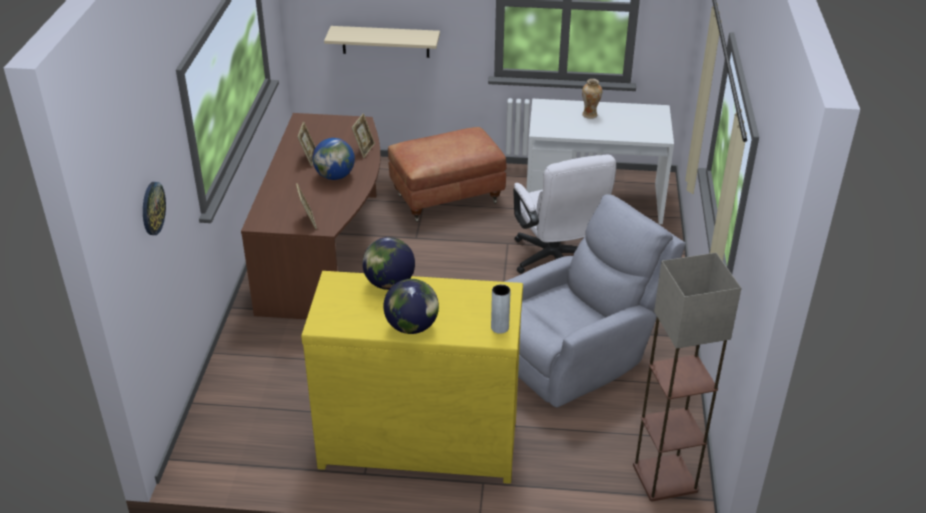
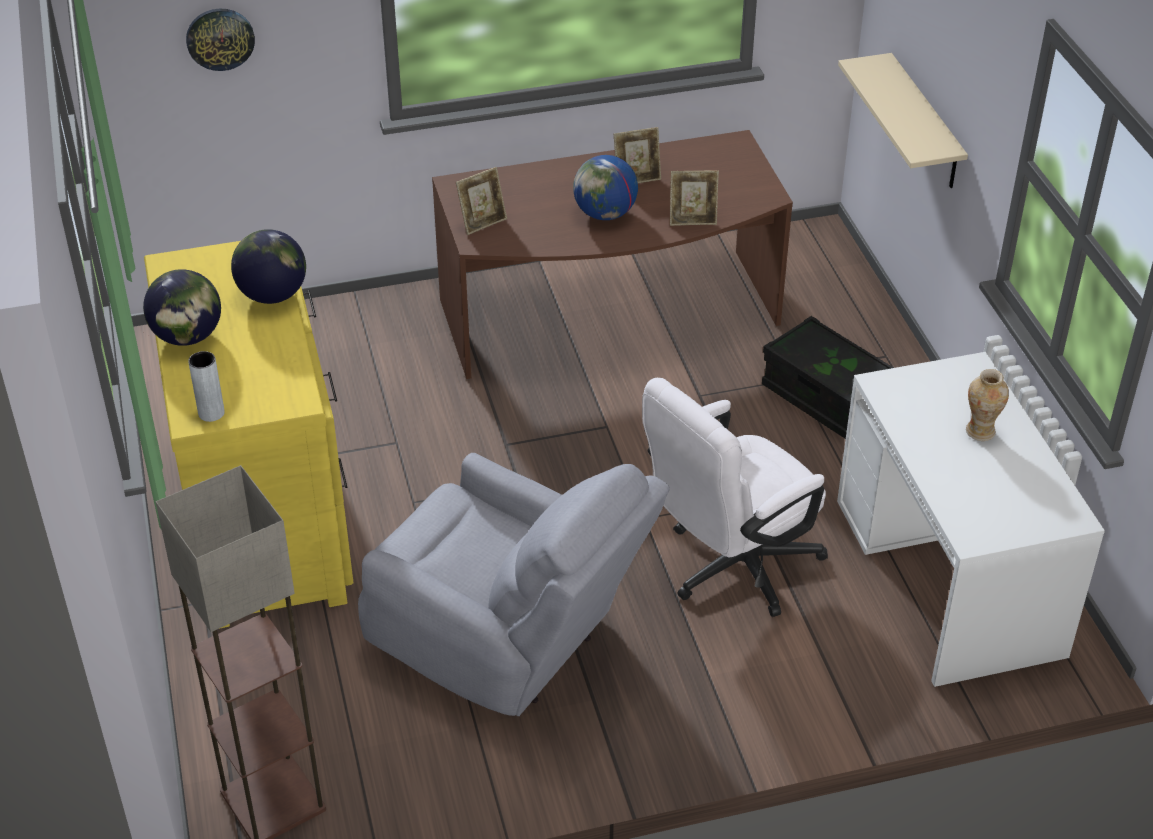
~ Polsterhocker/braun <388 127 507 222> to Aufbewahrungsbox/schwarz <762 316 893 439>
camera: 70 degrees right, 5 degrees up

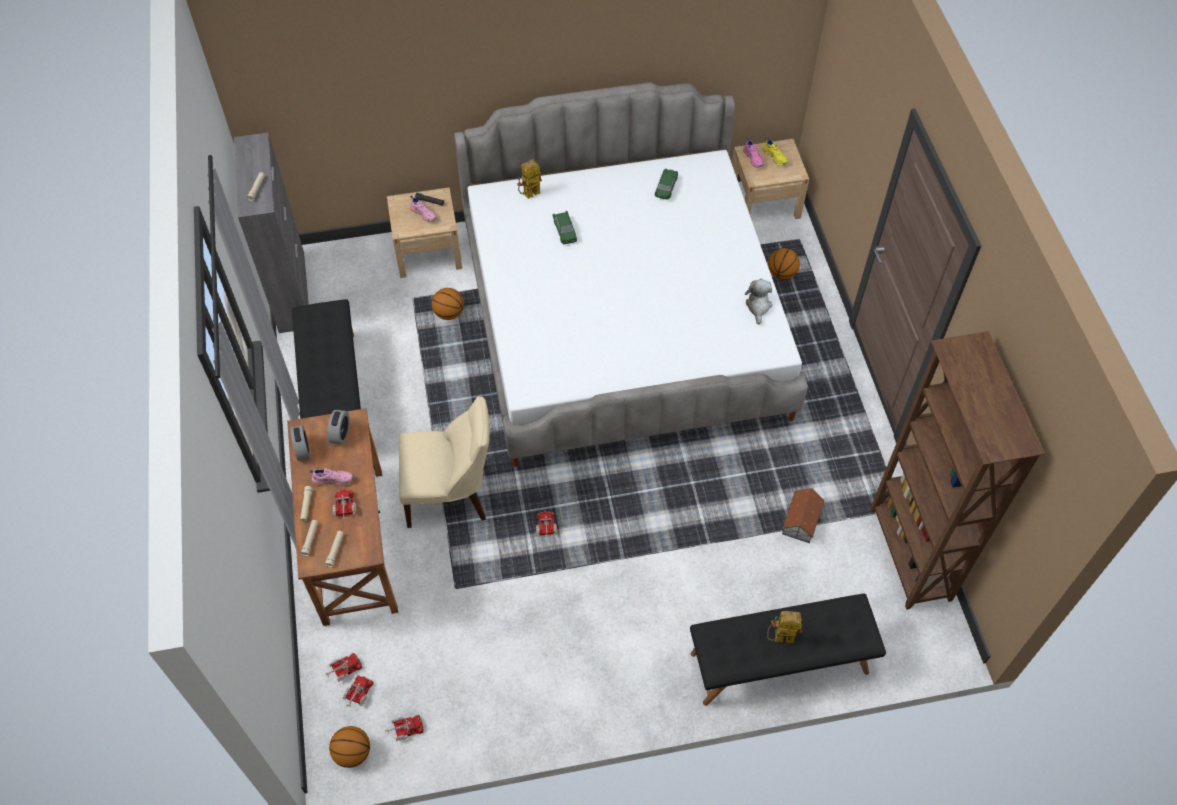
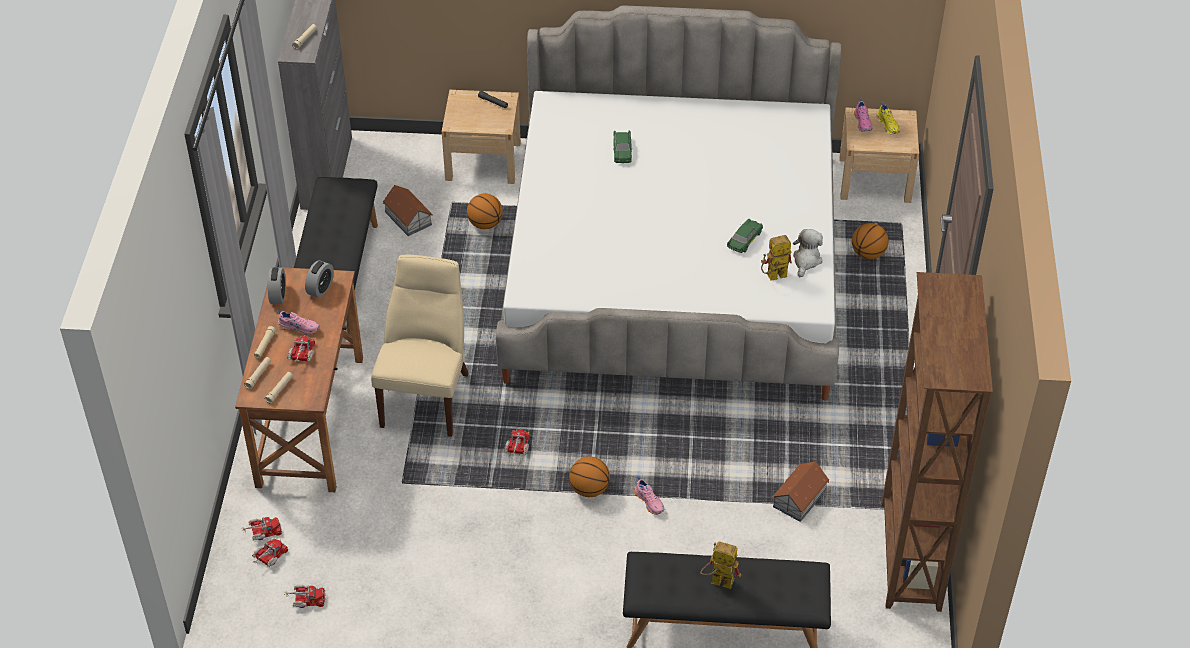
~ Spielzeugroboter <517 159 542 199> to <761 235 792 281>
~ Spielzeugauto/grün <655 169 678 199> to <727 219 763 253>
~ Schuh/rosa <410 196 437 222> to <634 476 664 515>
~ Stuhl/beige <399 396 490 528> = <371 255 469 437> 90 degrees counterclockwise
~ Basketball <329 726 370 768> to <569 457 610 497>
+ Spielzeughaus <382 185 433 236>
camera: 15 degrees right, 10 degrees down

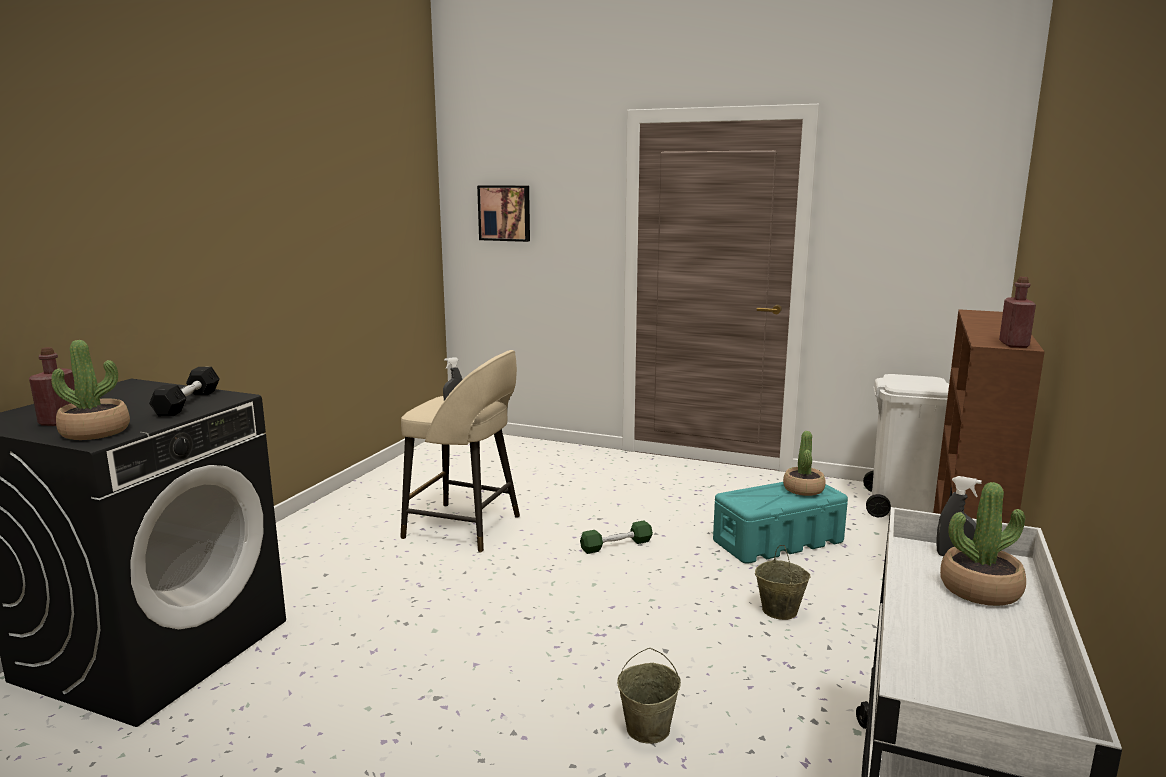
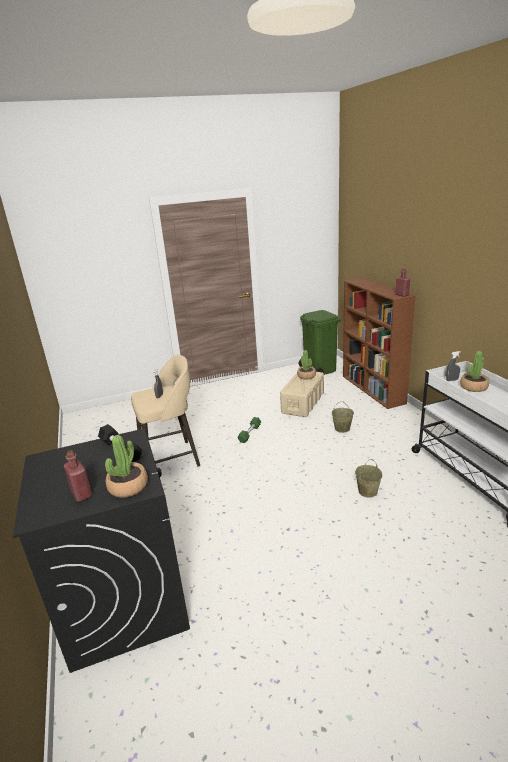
- Bild <477 185 530 242>
~ Mülleimer/weiß <863 374 949 517> to Mülleimer/grün <298 310 340 375>
~ Aufbewahrungsbox/türkis <713 482 848 564> to Aufbewahrungsbox/beige <280 372 324 417>
camera: 40 degrees left, 10 degrees up

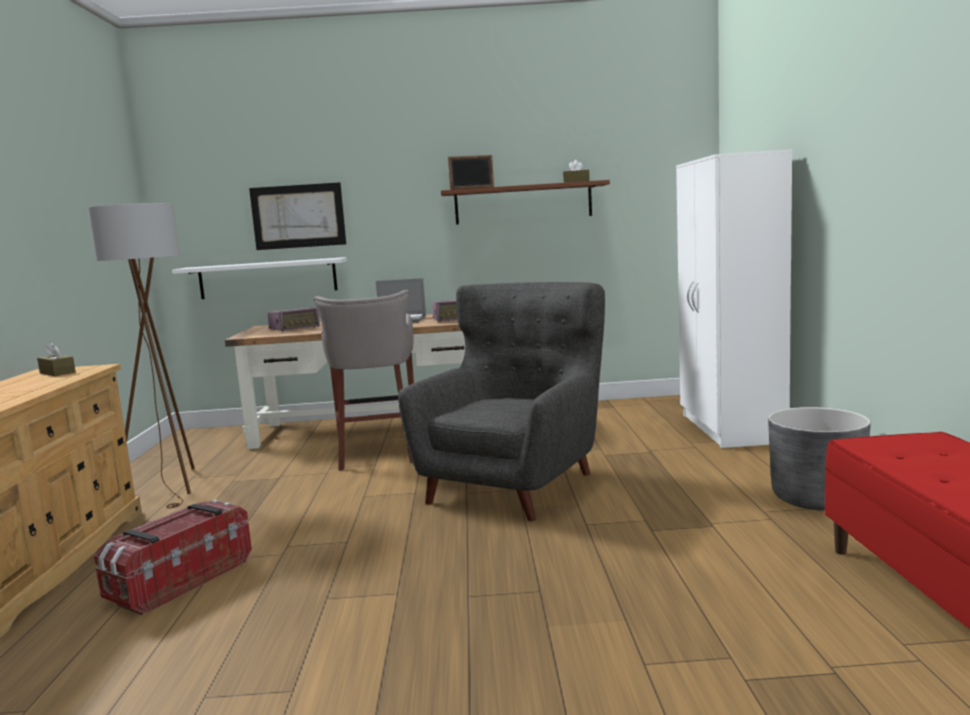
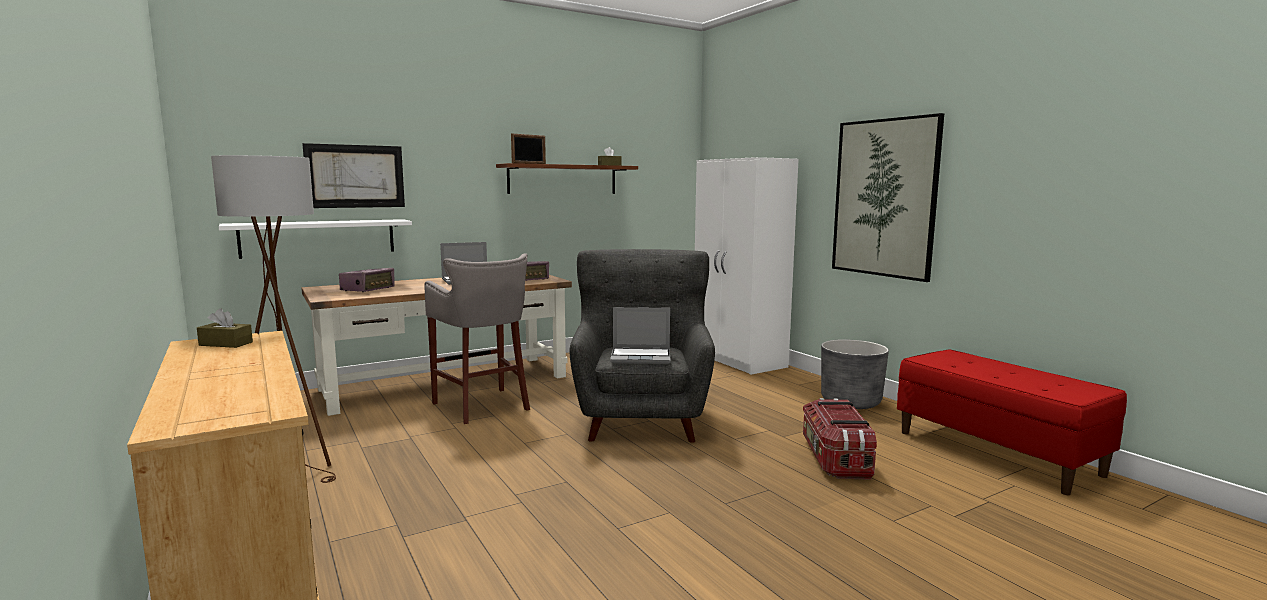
~ Aufbewahrungsbox <94 500 252 615> to <803 398 877 480>
+ Bild <832 113 944 282>
+ Laptop <610 307 671 364>
camera: 30 degrees left, 0 degrees up

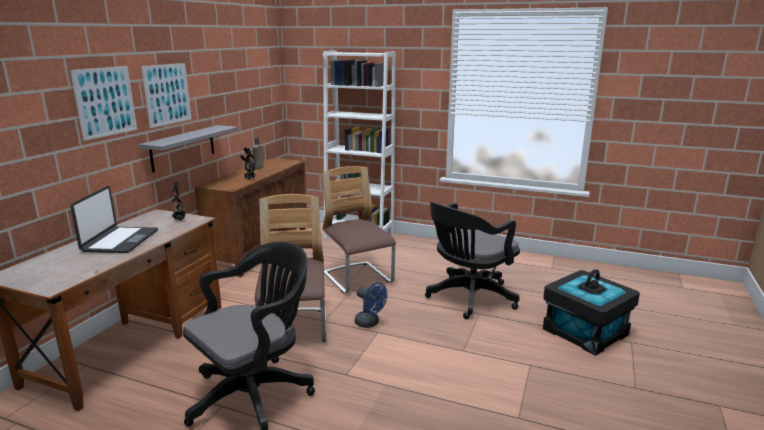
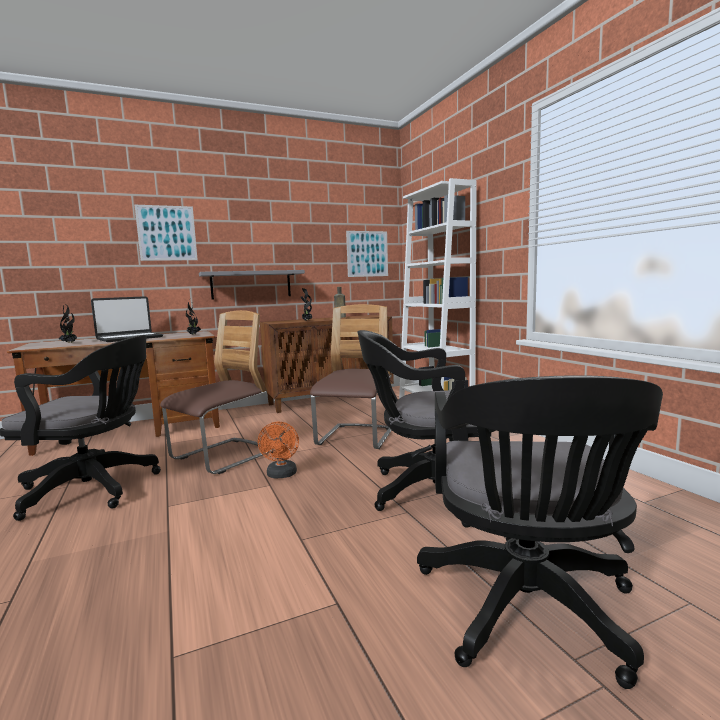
~ Bild <141 63 192 128> to <346 231 388 277>
~ Aufbewahrungsbox/schwarz <543 269 640 356> to Bürostuhl/schwarz <417 375 663 689>
~ Ventilator/blau <355 283 387 328> to Ventilator/orange <258 422 299 478>
+ Topfpflanze <59 303 77 343>
camera: 45 degrees right, 10 degrees down

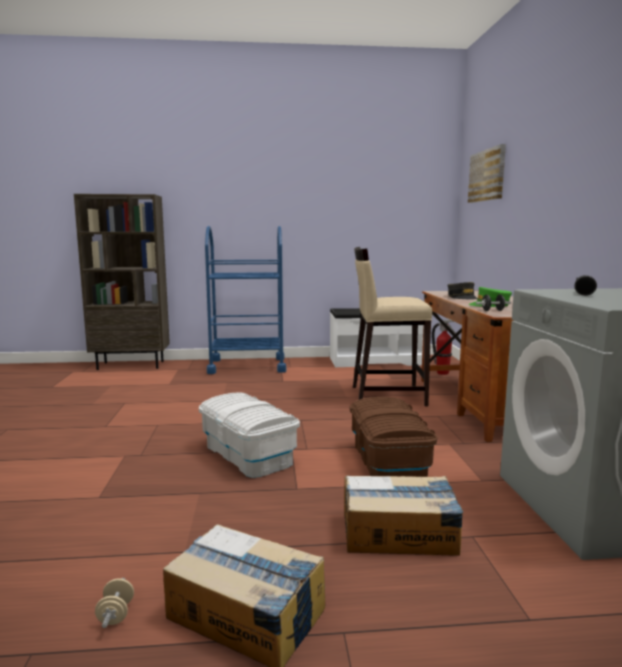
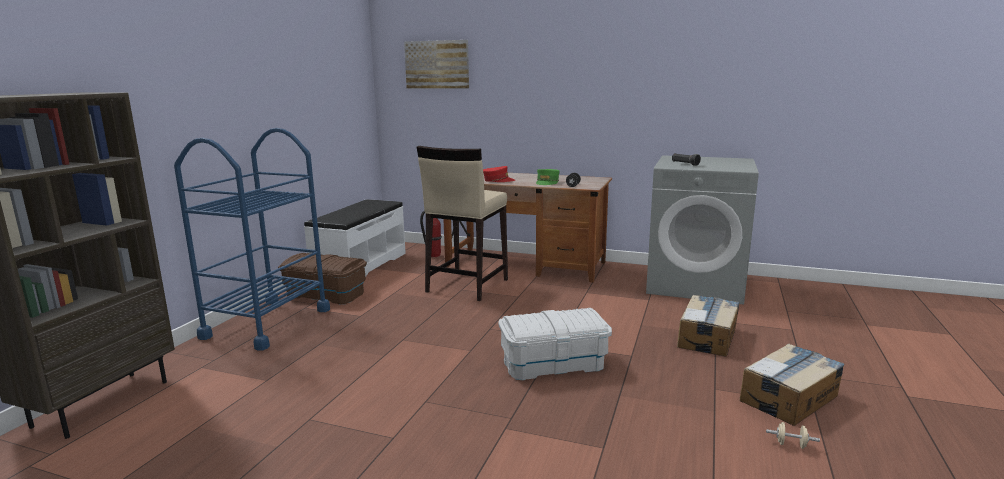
~ Kappe/grau <447 282 478 299> to Kappe/rot <483 166 515 182>
~ Aufbewahrungsbox/braun <349 397 438 477> to <278 253 367 304>
camera: 65 degrees left, 5 degrees up

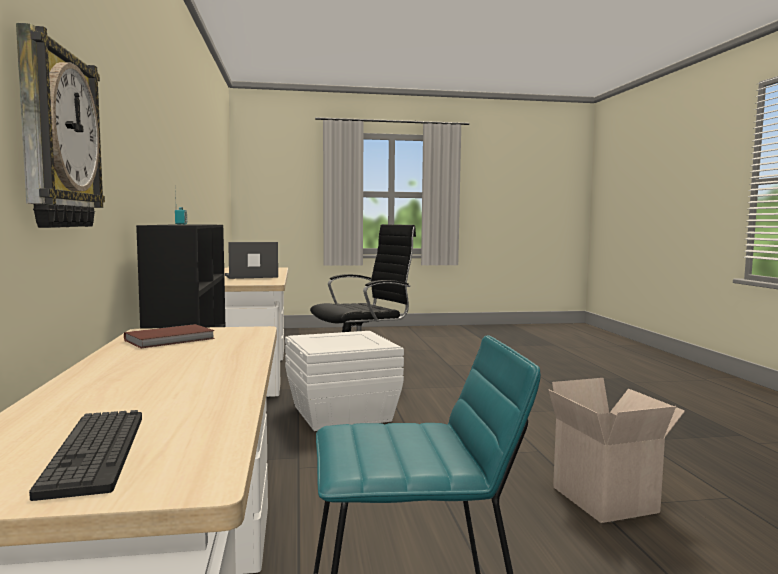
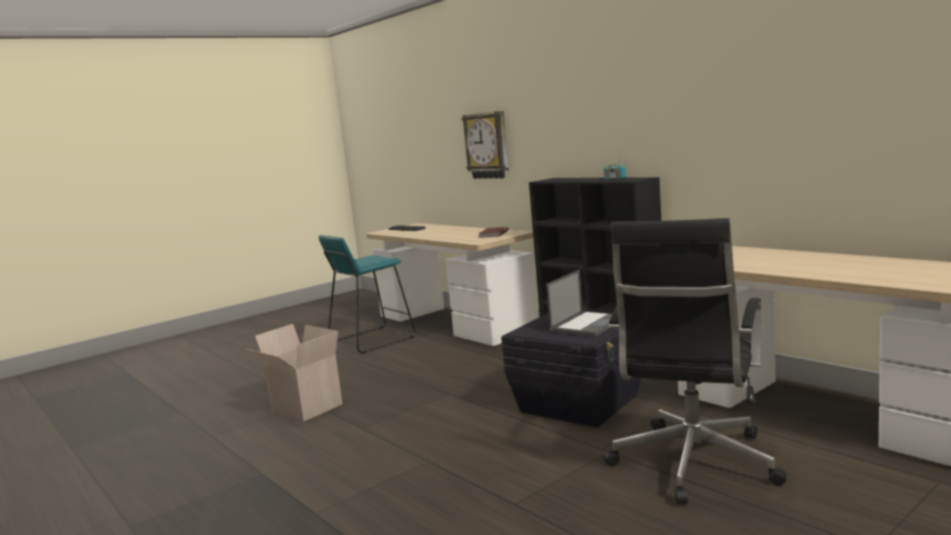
~ Laptop <225 242 278 279> to <546 270 612 336>
~ Aufbewahrungsbox/weiß <285 331 404 431> to Aufbewahrungsbox/schwarz <501 311 641 427>
camera: 150 degrees right, 5 degrees up

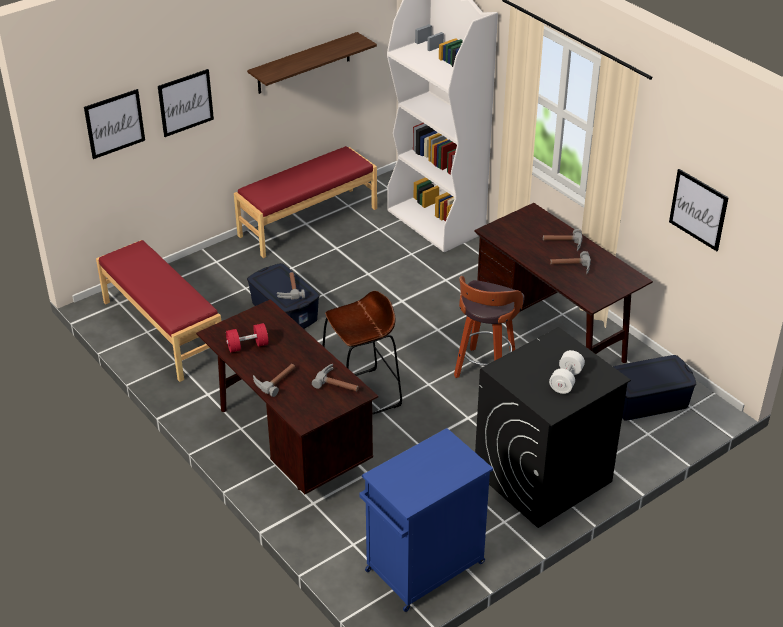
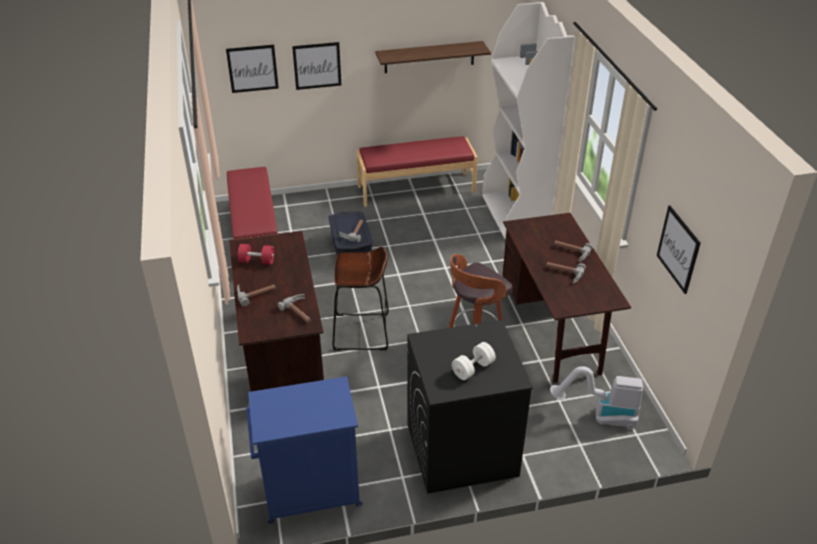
~ Aufbewahrungsbox/blau <613 355 696 421> to Staubsauger <550 366 643 430>
camera: 25 degrees right, 0 degrees up

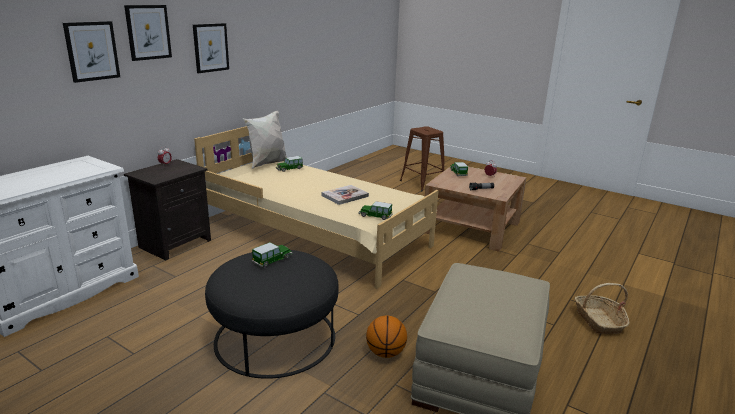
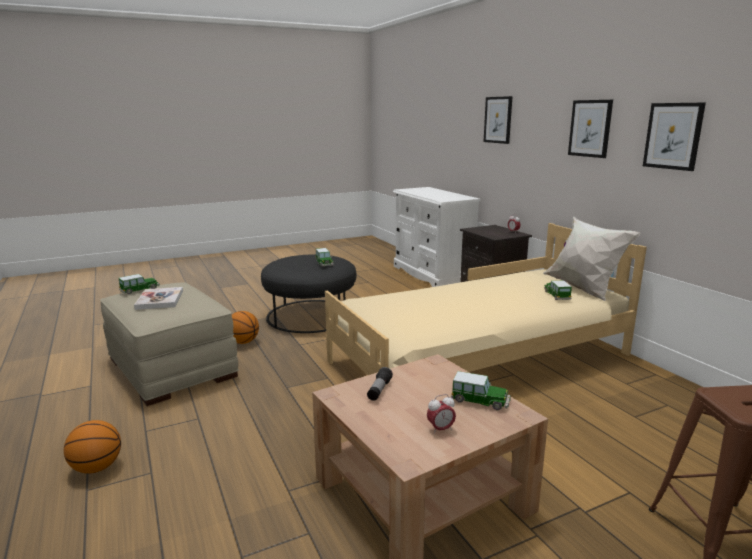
~ Bild <124 5 172 61> to <643 103 706 171>
~ Buch <322 185 369 205> to <134 287 183 310>
~ Spielzeugauto <359 201 393 220> to <119 274 160 294>
~ Korb <575 283 630 334> to Basketball <64 420 121 473>
camera: 120 degrees right, 5 degrees down

